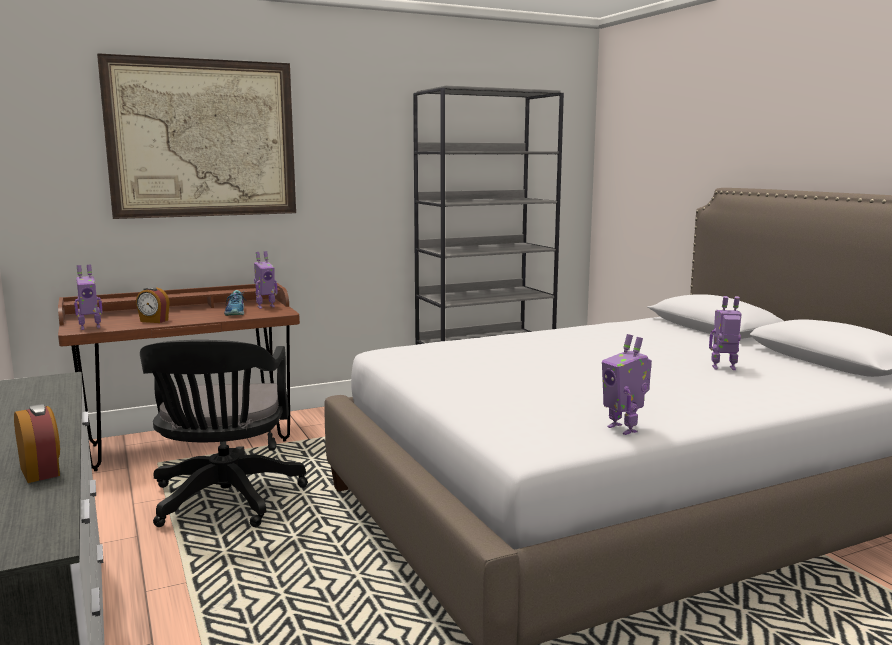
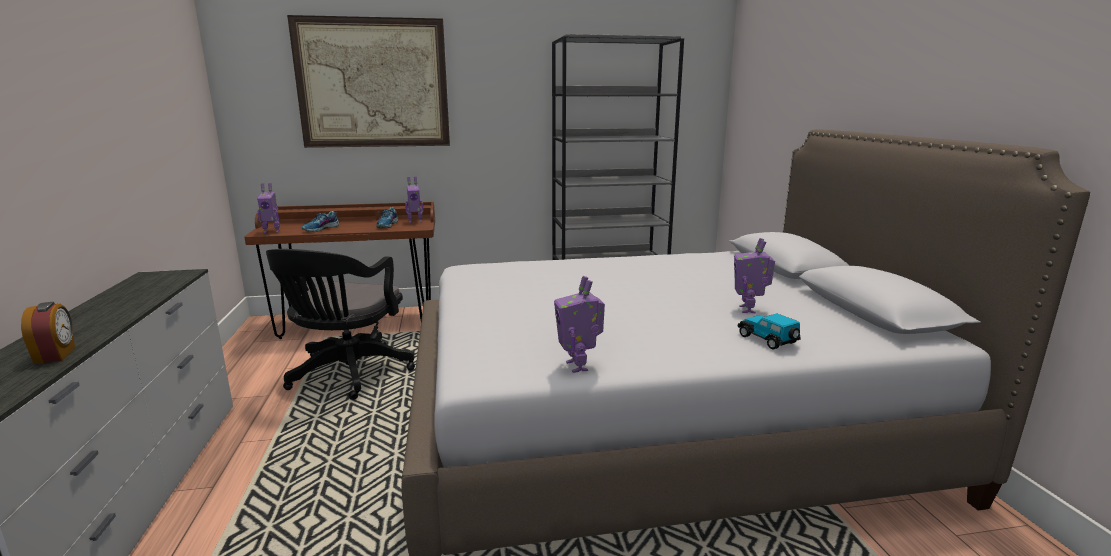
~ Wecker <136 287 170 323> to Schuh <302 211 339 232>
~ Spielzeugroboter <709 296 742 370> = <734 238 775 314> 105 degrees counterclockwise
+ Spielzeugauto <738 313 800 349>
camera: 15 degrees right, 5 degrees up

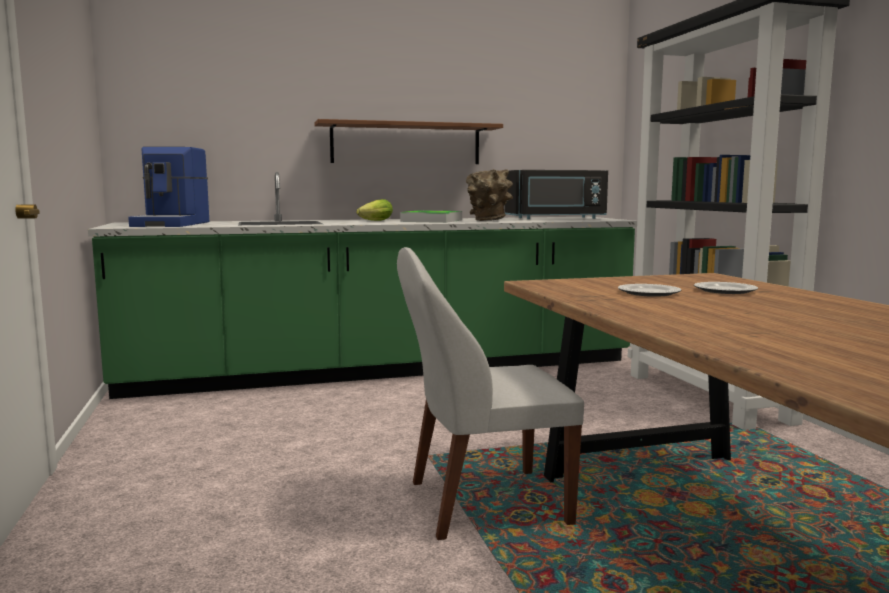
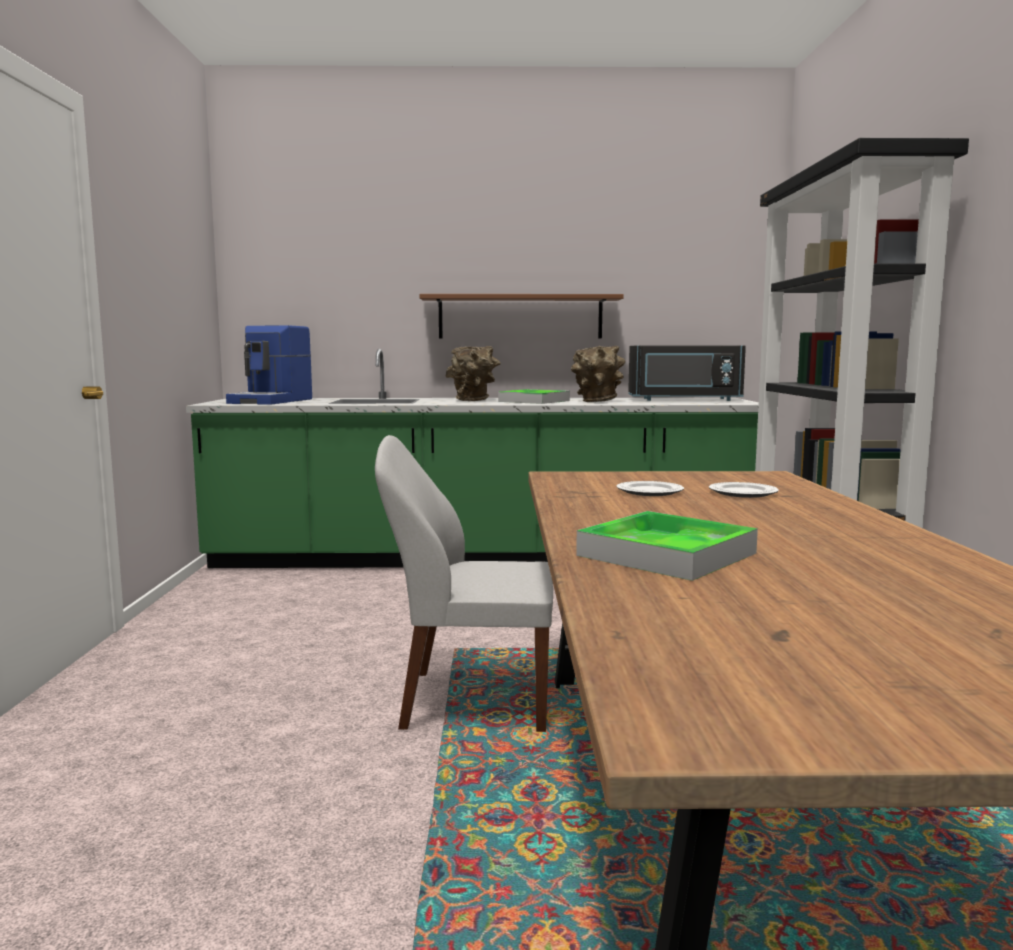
~ Salatkopf <356 199 393 221> to Vase/braun <446 346 500 401>
+ Tablett <576 511 758 581>
camera: 15 degrees right, 0 degrees up

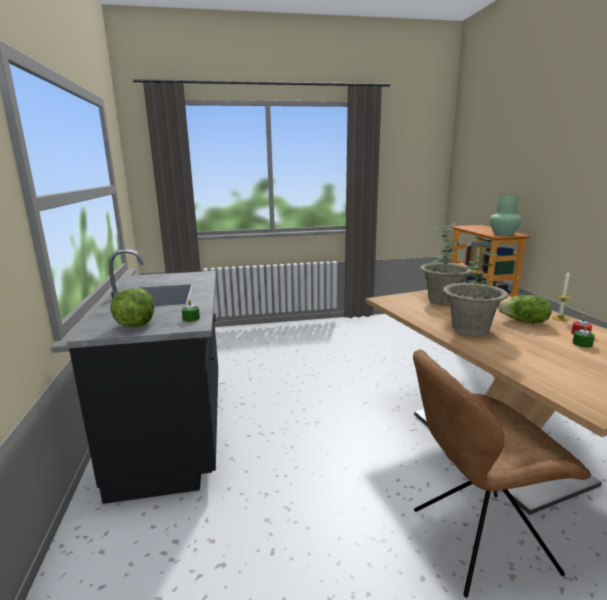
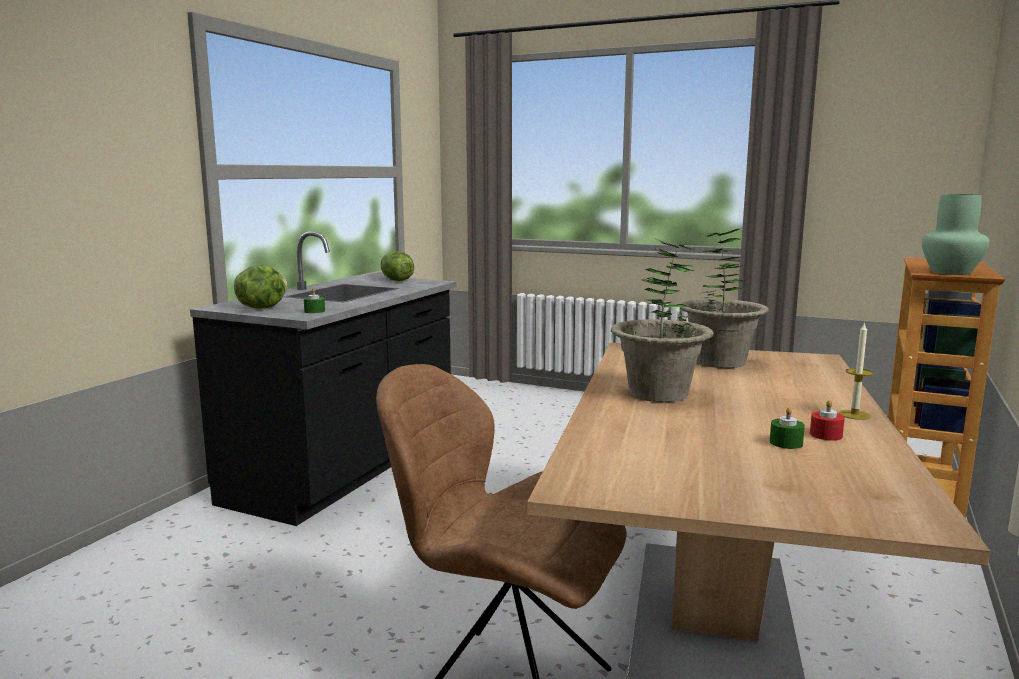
~ Salatkopf <498 295 552 323> to <380 251 414 281>
camera: 35 degrees right, 5 degrees down

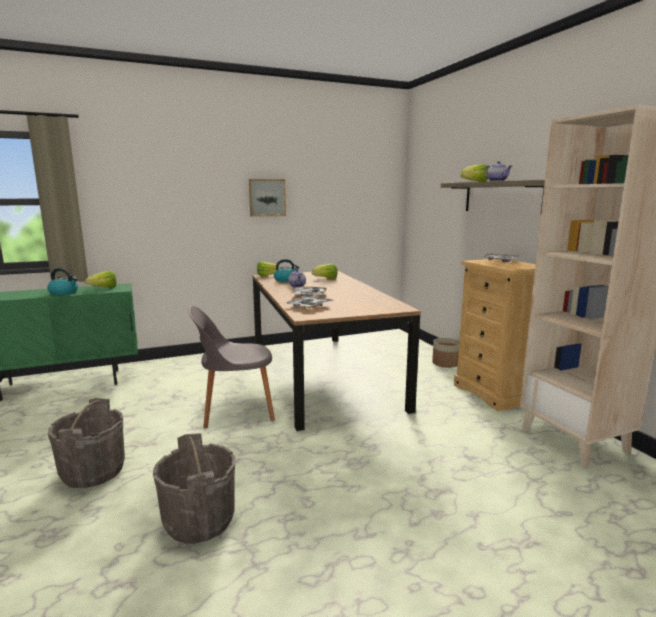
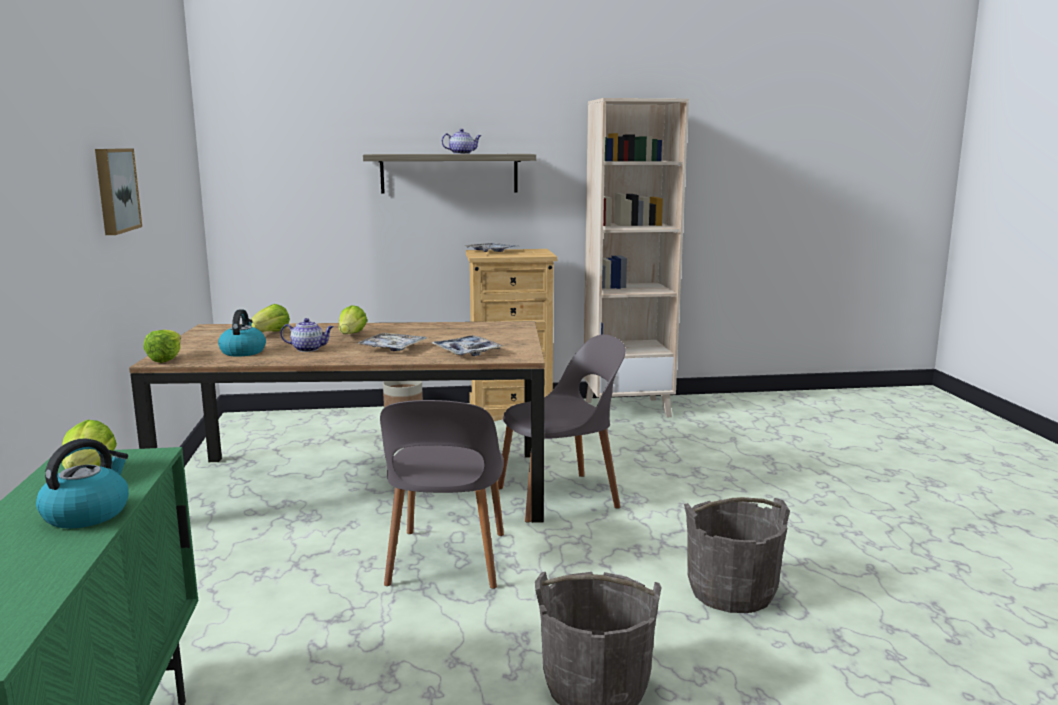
~ Salatkopf <460 164 489 182> to <339 305 367 334>
+ Stuhl/grau <498 335 626 523>
camera: 75 degrees left, 0 degrees up

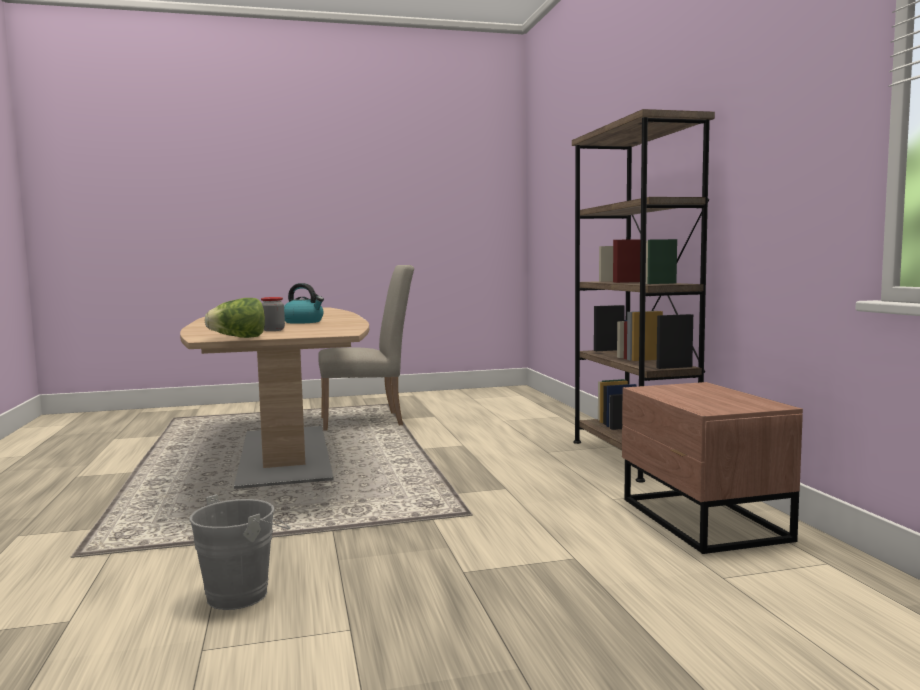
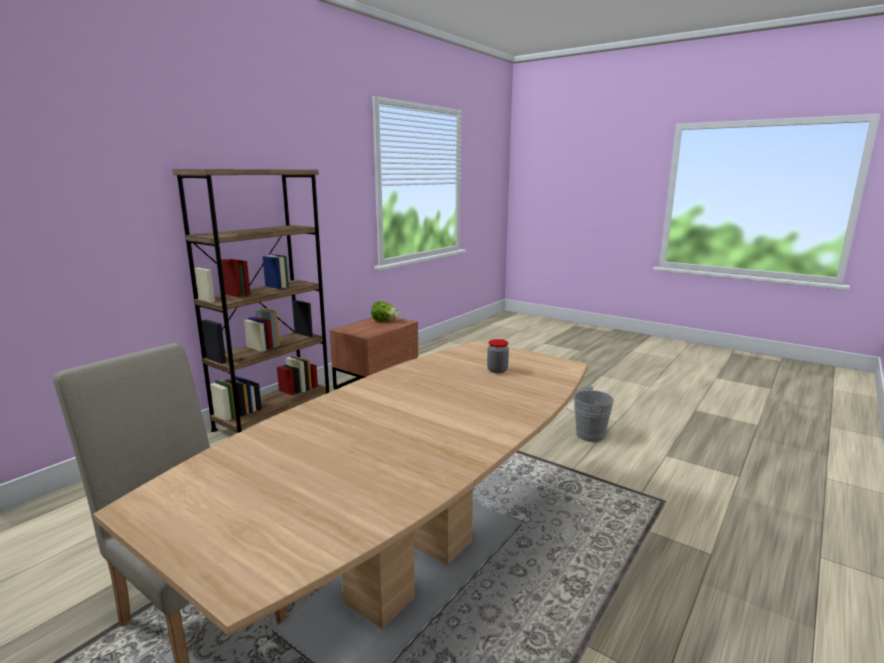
- Wasserkessel <284 283 324 324>
~ Salatkopf <204 298 265 338> to <371 301 399 321>
camera: 130 degrees left, 10 degrees up

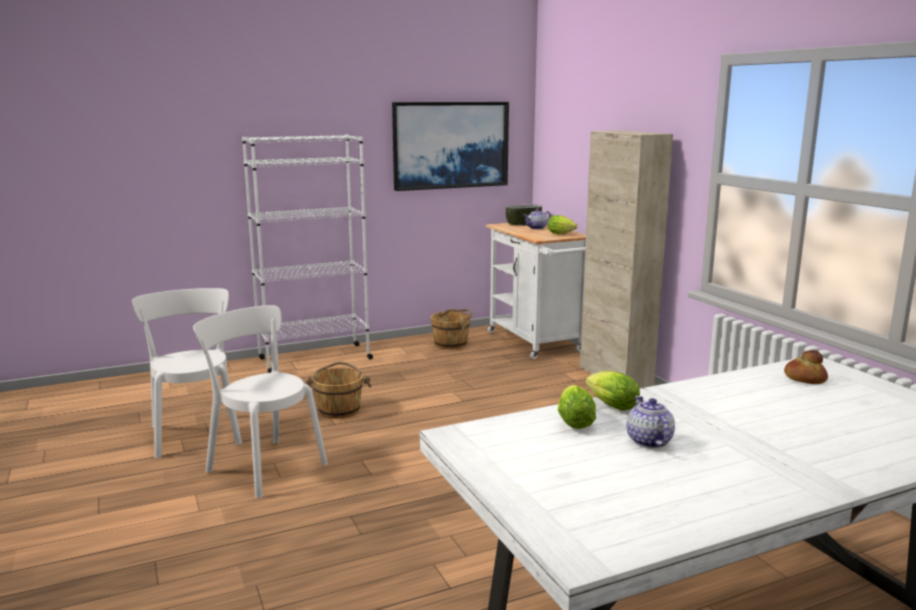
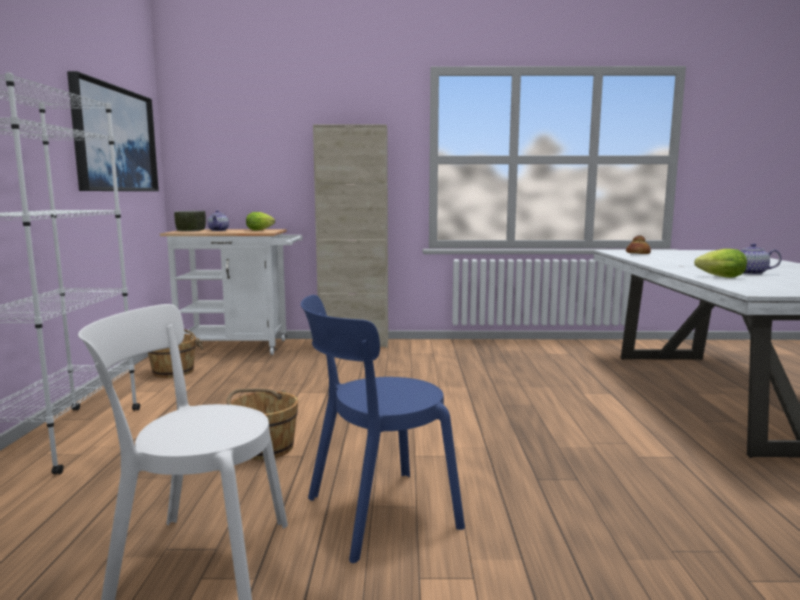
~ Stuhl/weiß <193 305 328 498> to Stuhl/blau <301 295 465 563>
- Salatkopf <585 371 640 411>
camera: 65 degrees left, 5 degrees down

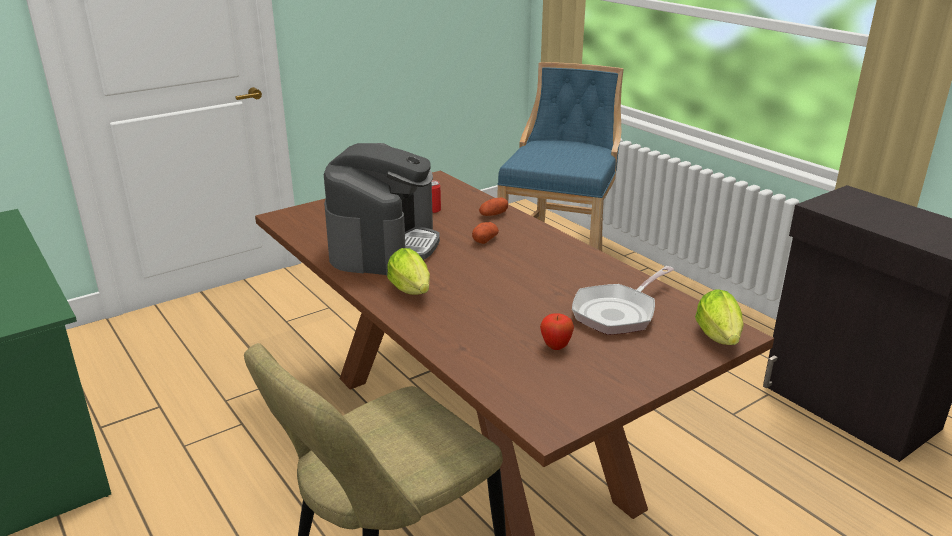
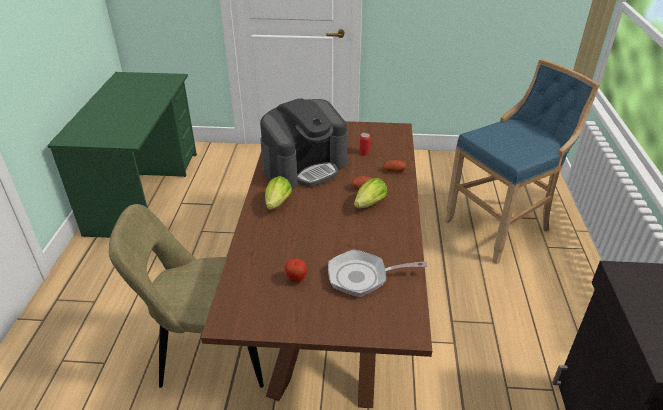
~ Salatkopf <695 289 744 345> to <354 178 387 208>
camera: 40 degrees right, 10 degrees up

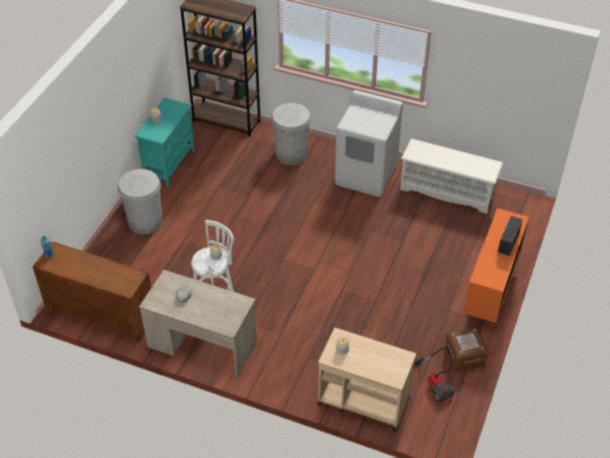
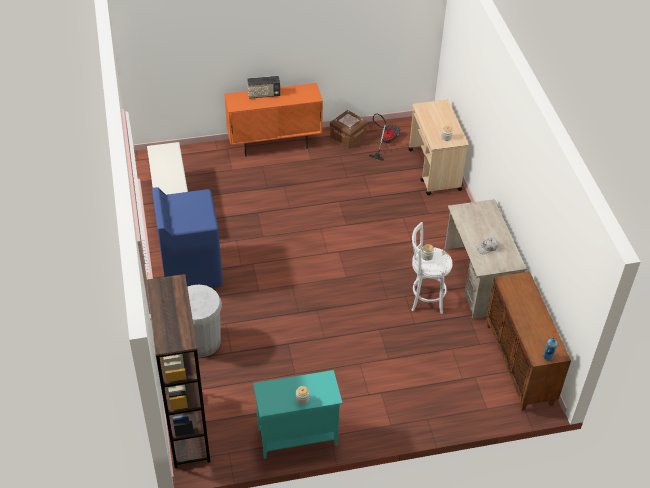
~ Waschmaschine/weiß <335 90 403 197> to Waschmaschine/blau <152 187 223 288>
- Mülleimer/weiß <118 169 163 234>
camera: 125 degrees left, 0 degrees up

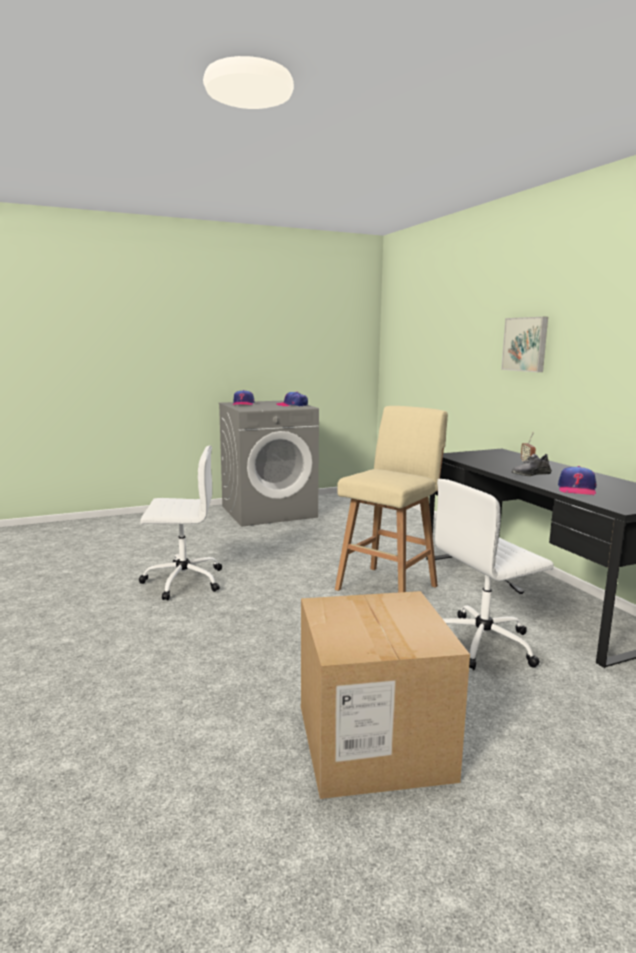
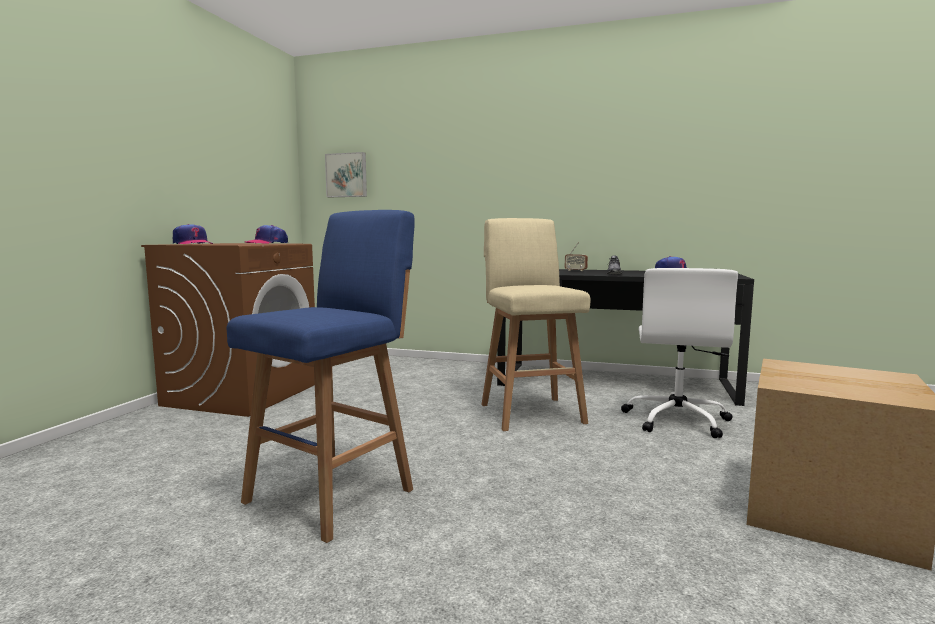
~ Bild <501 317 548 372> to <325 152 367 197>
~ Waschmaschine/grau <219 400 319 527> to Waschmaschine/braun <141 243 315 417>
~ Bürostuhl/weiß <139 445 222 600> to Hocker/blau <226 210 415 543>
camera: 50 degrees left, 5 degrees down

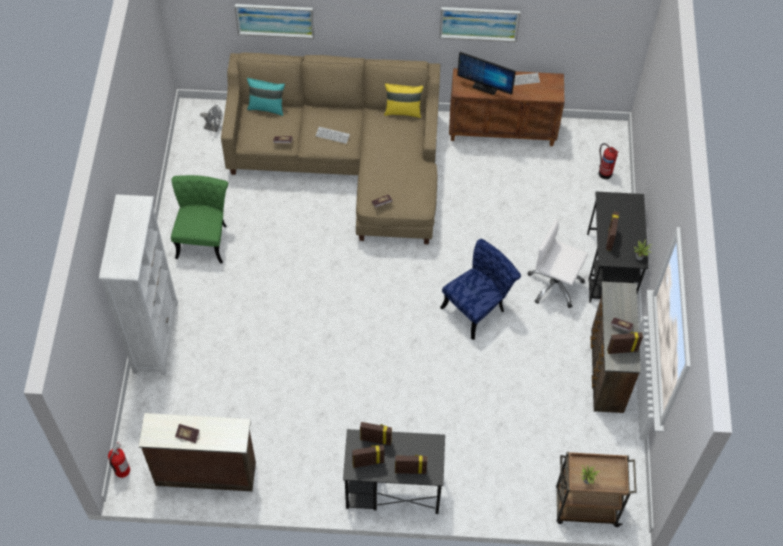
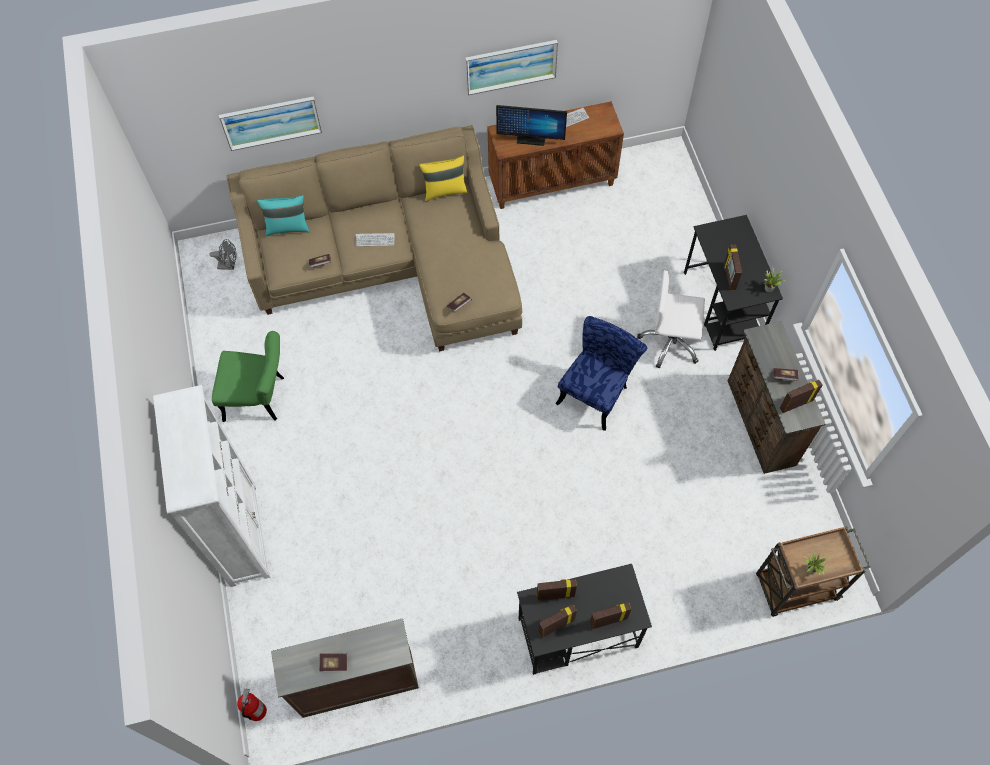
- Feuerlöscher <599 143 619 179>
~ Stuhl/grün <171 175 228 264> = <212 331 284 422> 105 degrees clockwise
camera: 15 degrees left, 5 degrees up

